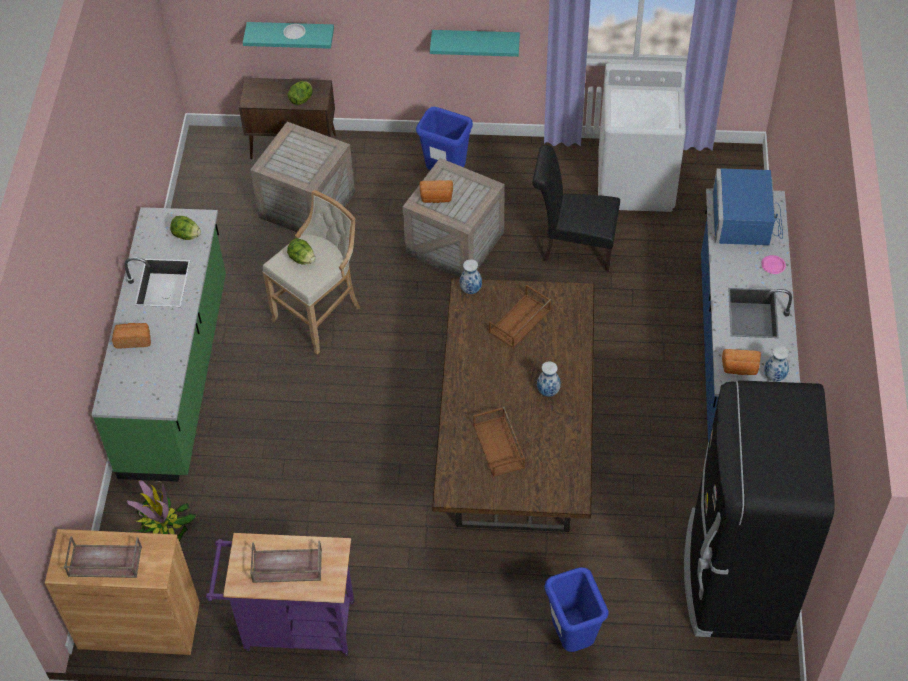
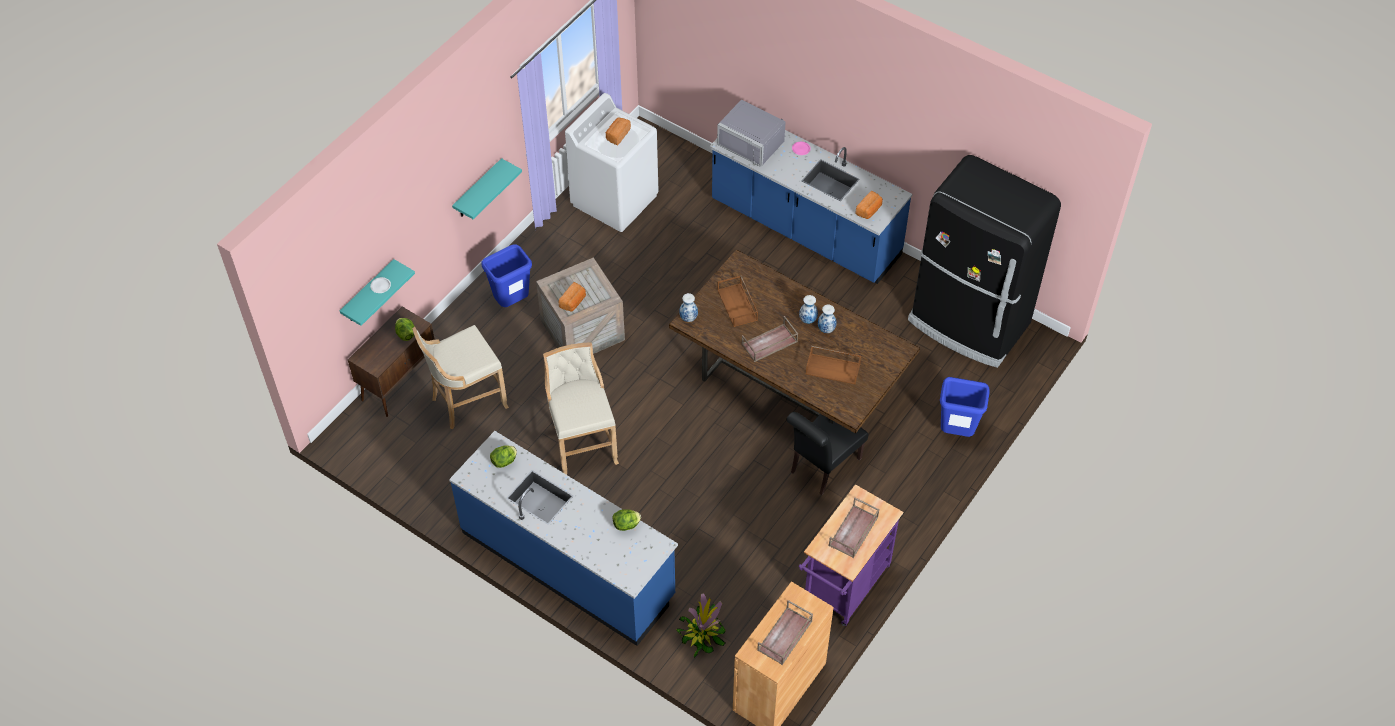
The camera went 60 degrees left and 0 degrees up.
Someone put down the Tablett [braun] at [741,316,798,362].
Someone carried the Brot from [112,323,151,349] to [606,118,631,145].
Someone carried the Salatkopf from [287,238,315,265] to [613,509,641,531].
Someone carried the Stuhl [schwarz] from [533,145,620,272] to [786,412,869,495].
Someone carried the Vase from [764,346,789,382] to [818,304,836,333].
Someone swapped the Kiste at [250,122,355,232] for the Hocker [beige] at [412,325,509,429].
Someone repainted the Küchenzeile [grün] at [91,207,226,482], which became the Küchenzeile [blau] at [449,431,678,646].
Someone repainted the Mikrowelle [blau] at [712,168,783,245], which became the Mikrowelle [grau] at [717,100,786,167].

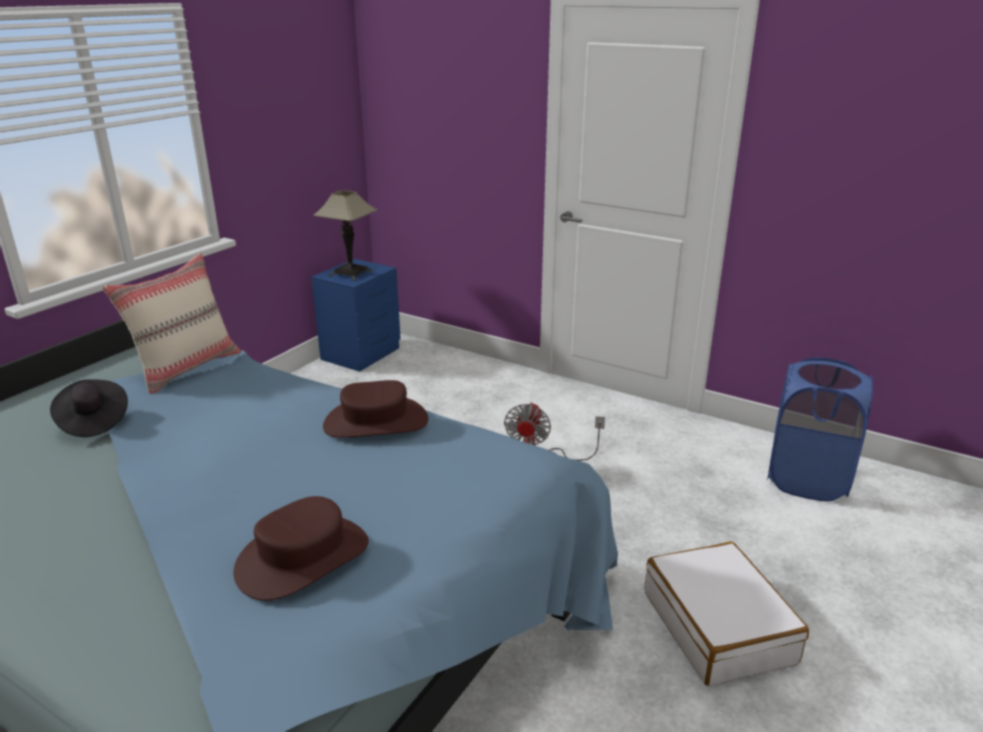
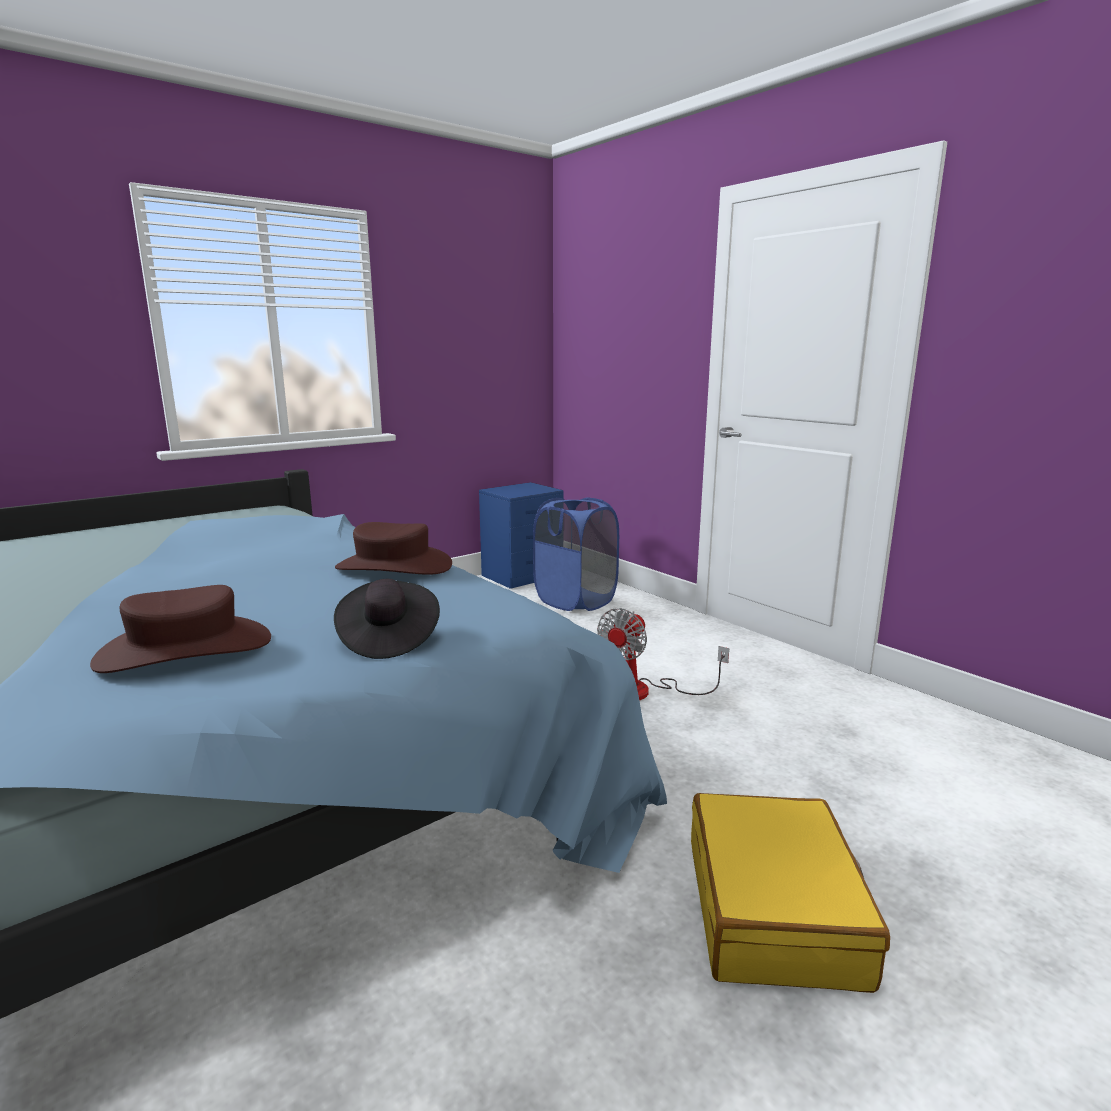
The camera went 20 degrees right and 10 degrees down.
Someone took away the Kissen [beige] at [102,253,241,394].
Someone took away the Tischlampe at [313,190,377,281].
Someone carried the Hut [schwarz] from [50,379,128,437] to [334,579,440,659].
Someone carried the Wäschekorb [blau] from [767,357,873,502] to [533,497,619,611].
Someone repainted the Koffer [weiß] at [645,542,809,686], which became the Koffer [gelb] at [691,793,890,993].

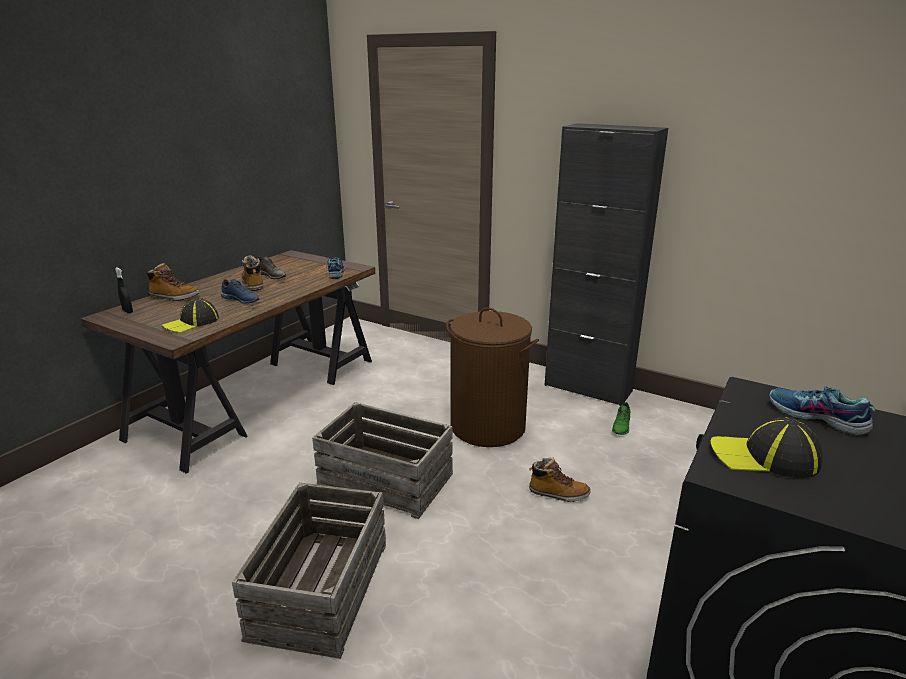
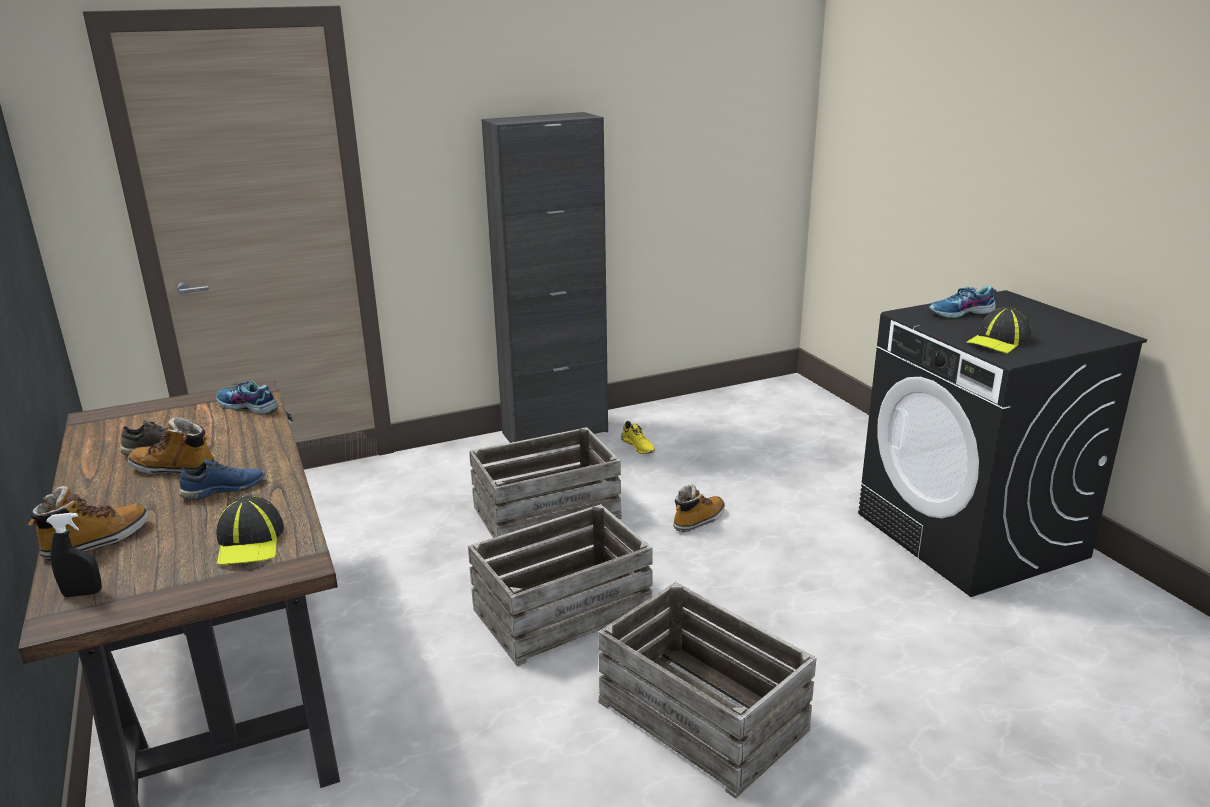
The camera went 55 degrees left and 0 degrees up.
Someone swapped the Wäschekorb [braun] at [446,308,539,447] for the Kiste at [469,427,622,538].
Someone repainted the Schuh [grün] at [612,402,631,435], which became the Schuh [gelb] at [621,421,655,454].

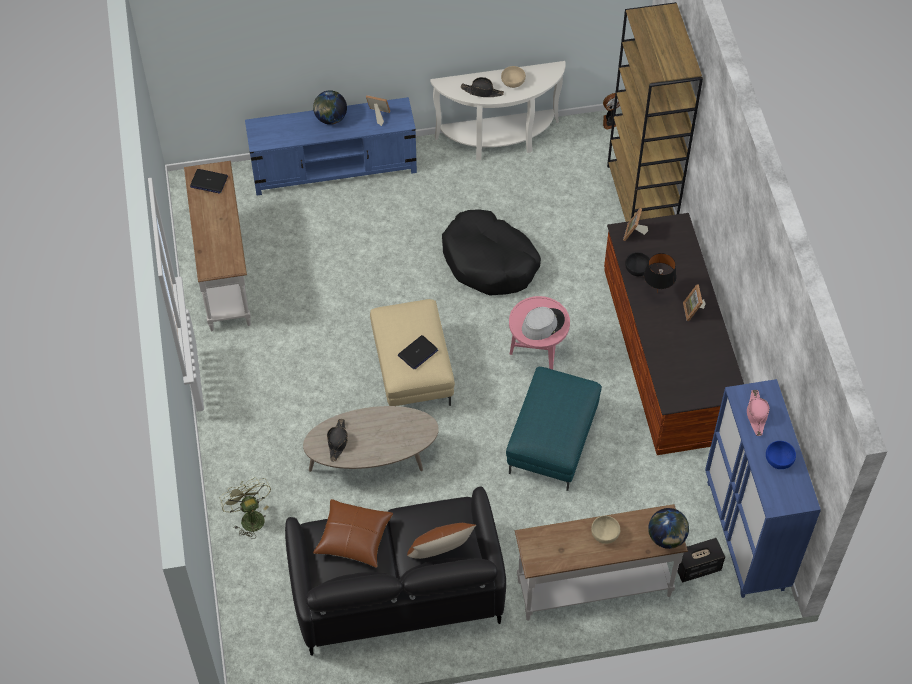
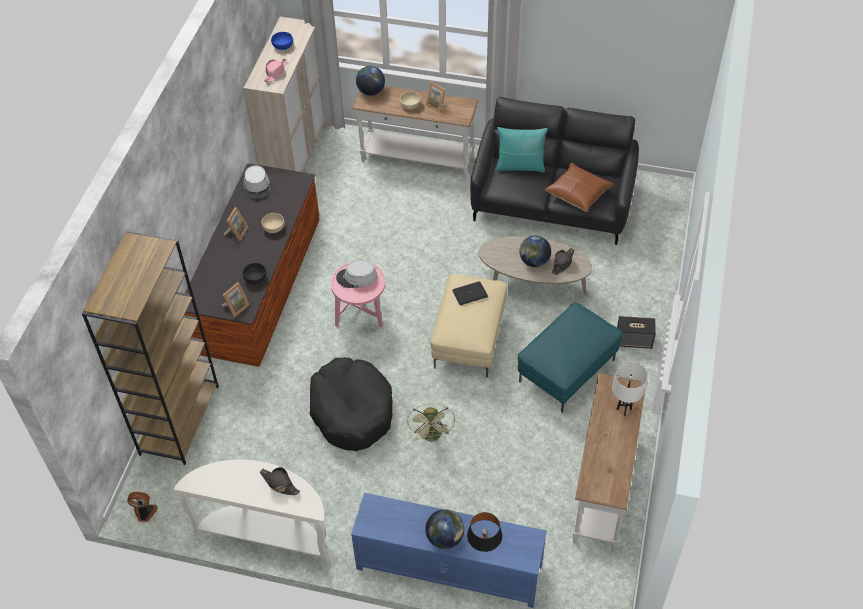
The camera went 155 degrees left and 5 degrees down.
Someone took away the Laptop at [190,169,228,194].
Someone put down the Hut [grau] at [244,166,270,199].
Someone put down the Globus at [520,236,551,267].
Someone put down the Tischlampe [weiß] at [612,362,648,416].
Someone carried the Ventilator [grün] from [220,477,271,539] to [407,403,455,443].
Someone carried the Bilderrahmen from [366,95,390,126] to [426,82,446,113].
Someone carried the Schüssel [beige] from [501,66,526,88] to [261,213,285,233].
Someone carried the Polsterhocker [türkis] from [506,367,602,491] to [518,302,623,413].
Someone carried the Tischlampe [schwarz] from [644,253,677,293] to [467,512,502,552].
Someone carried the Lautsprecher from [677,538,725,582] to [617,316,656,349].
Someone repainted the Kissen [braun] at [407,523,476,559], which became the Kissen [türkis] at [495,127,548,172].
Someone repainted the Schrank [blau] at [705,379,821,598], which became the Schrank [beige] at [244,17,326,172].

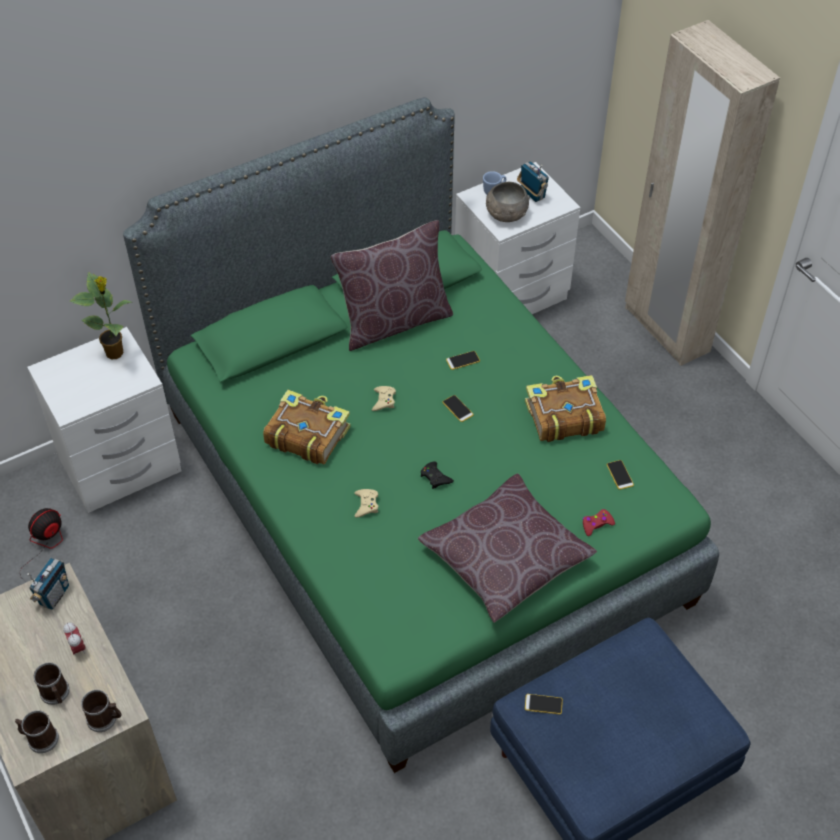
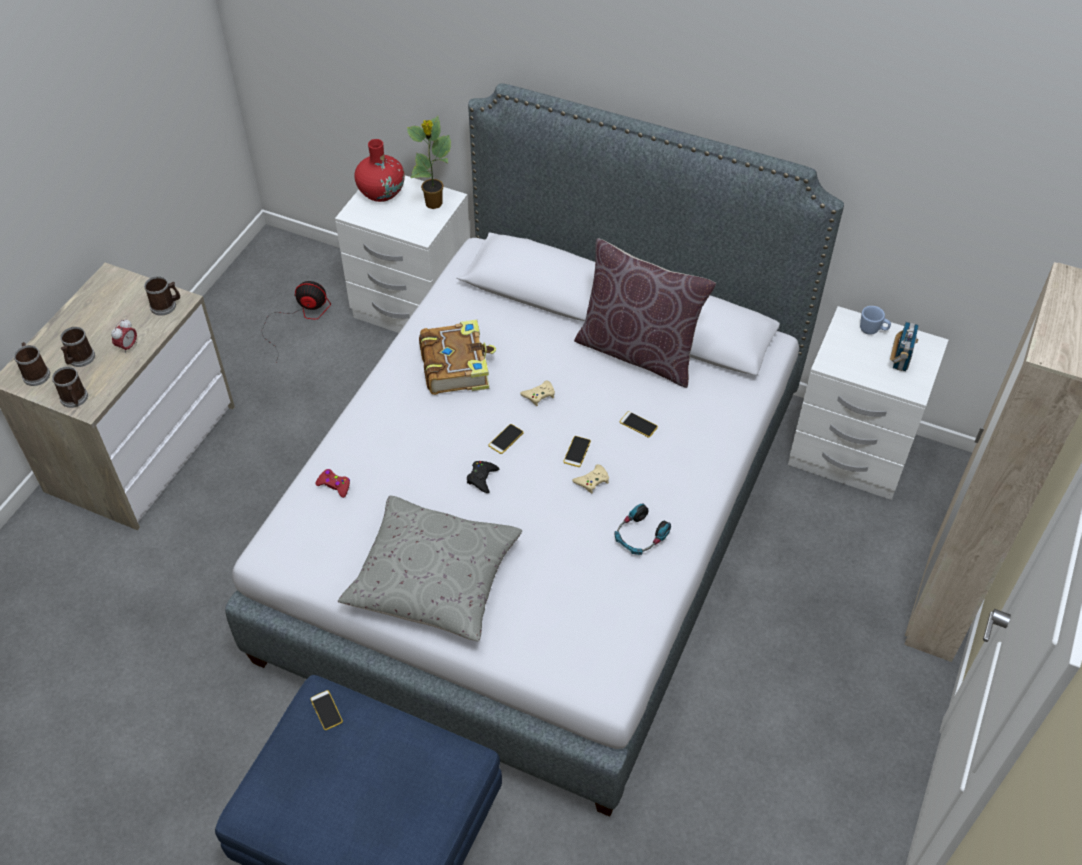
The camera went 55 degrees right and 0 degrees up.
Someone took away the Schüssel [grau] at [486,182,530,222].
Someone put down the Vase [rot] at [355,139,405,202].
Someone carried the Gamepad [beige] from [354,489,378,518] to [572,464,609,494].
Someone carried the Gamepad [rot] from [583,509,615,536] to [316,469,350,498].
Someone carried the Handy from [606,460,634,490] to [489,424,524,454].
Someone swapped the Radio at [27,558,69,610] for the Henkelbecher at [144,276,180,316].
Someone swapped the Buch at [525,375,606,442] for the Kopfhörer at [614,503,671,555].
Someone repainted the Bett [grün] at [123,97,719,773], which became the Bett [grau] at [225,83,844,817].
Someone repainted the Kissen [braun] at [418,474,597,623], which became the Kissen [grau] at [338,496,522,641].

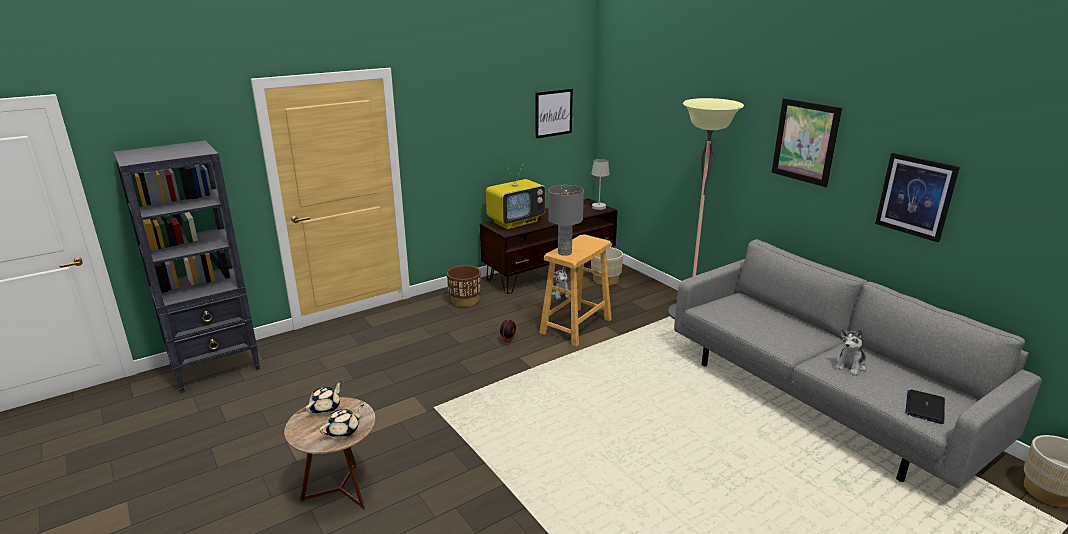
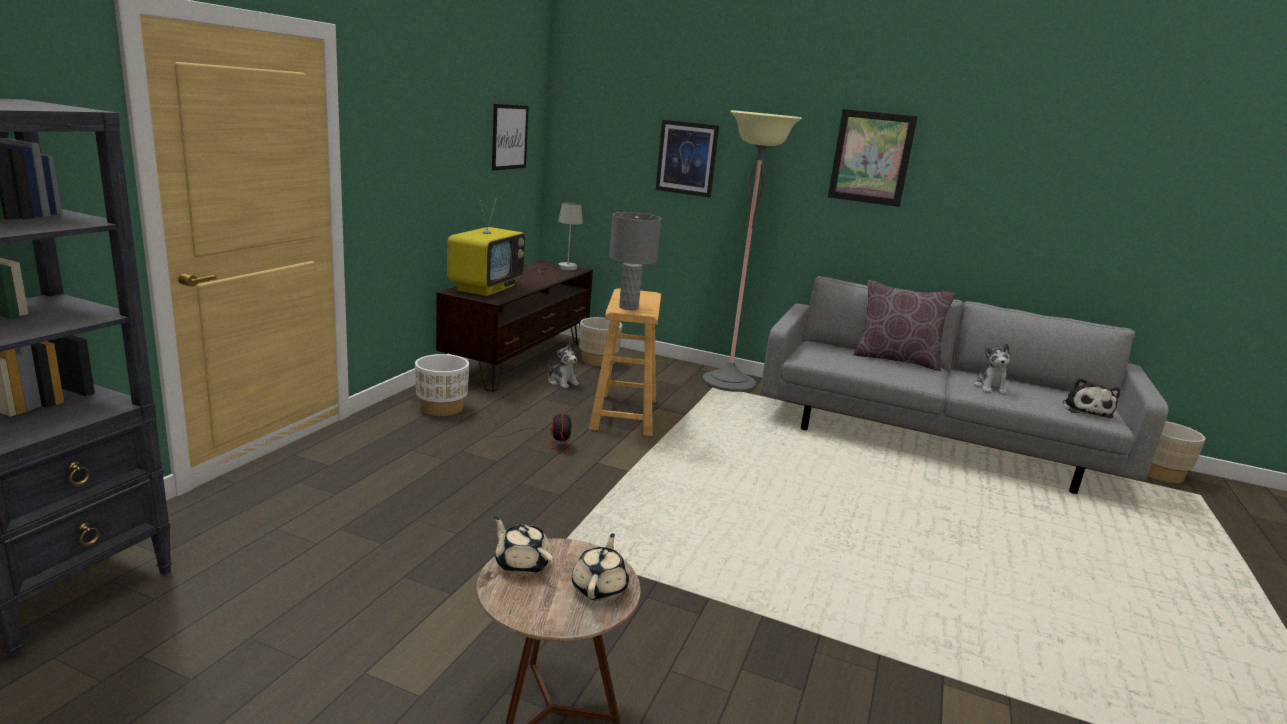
The camera went 35 degrees left and 5 degrees down.
Someone put down the Kissen [braun] at [853,280,956,371].
Someone carried the Bild from [875,153,960,242] to [655,119,719,198].
Someone swapped the Laptop at [905,389,945,424] for the Plüschtier at [1063,378,1120,418].
Someone repainted the Pflanzkübel [braun] at [447,265,481,307], which became the Pflanzkübel [weiß] at [415,354,469,416].
Someone rotated the Teekanne [beige] at [306,381,342,415] by 45 degrees counterclockwise.

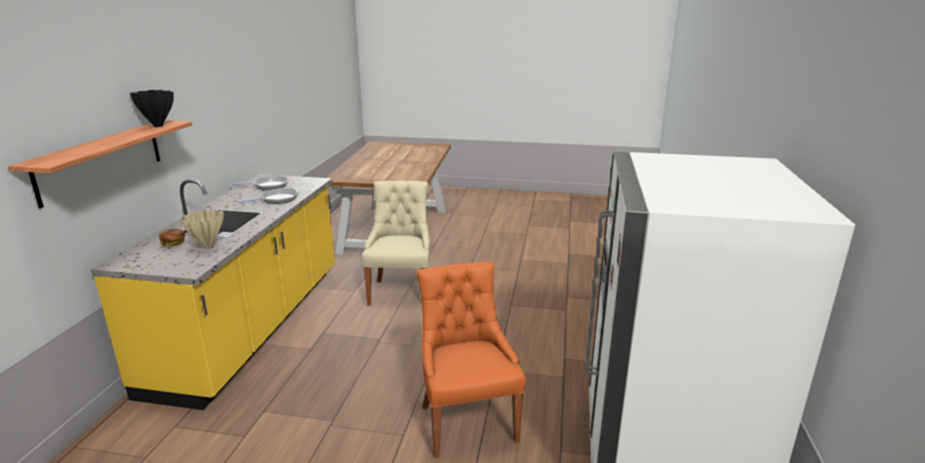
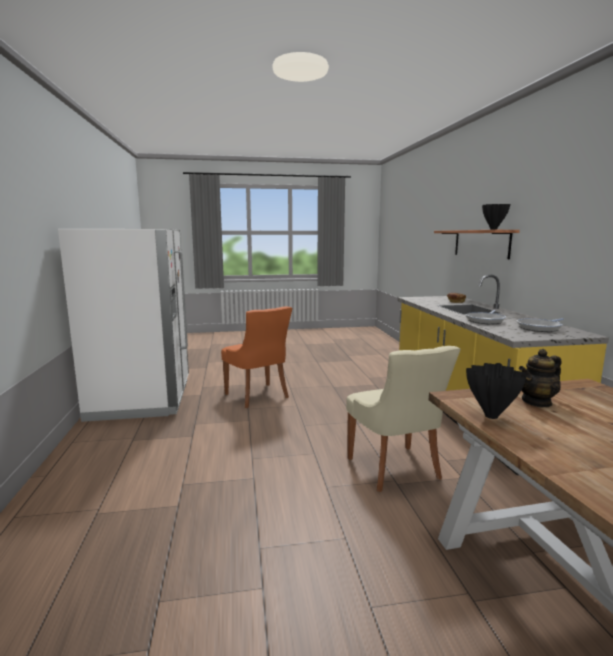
The camera went 160 degrees right and 10 degrees down.
Someone took away the Vase [beige] at [181,210,224,249].
Someone put down the Vase [schwarz] at [466,363,526,419].
Someone put down the Teekanne at [519,349,562,407].

